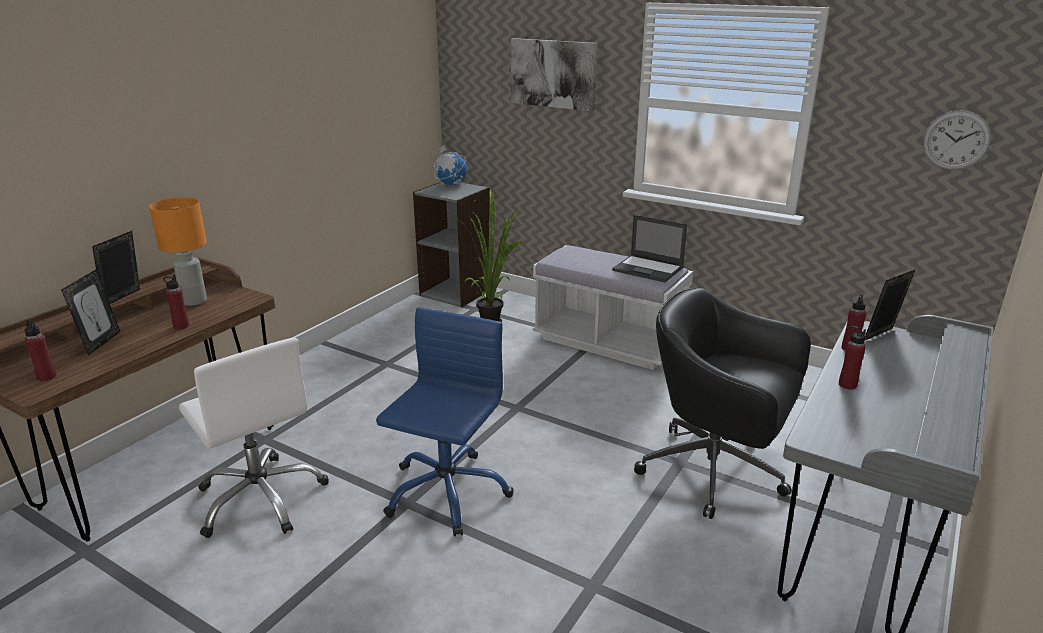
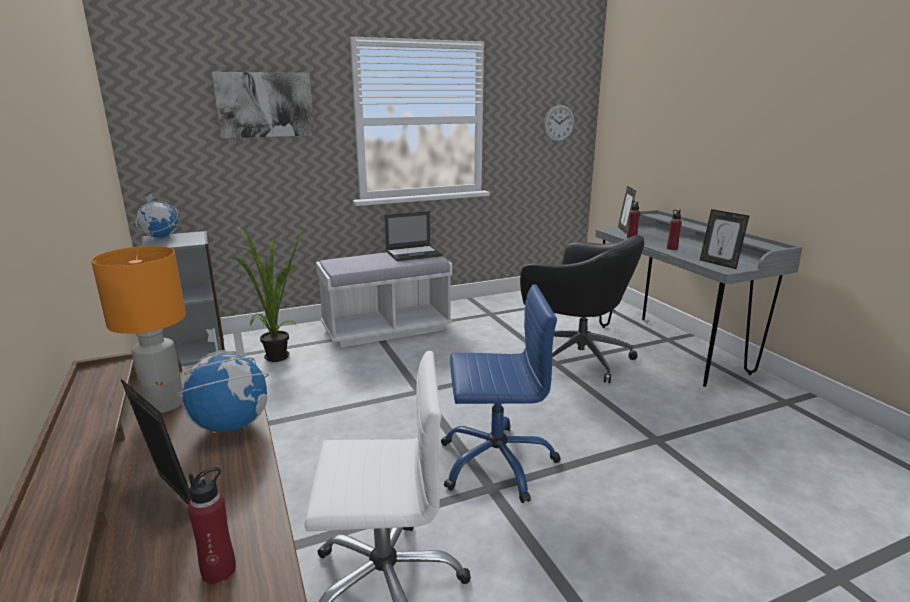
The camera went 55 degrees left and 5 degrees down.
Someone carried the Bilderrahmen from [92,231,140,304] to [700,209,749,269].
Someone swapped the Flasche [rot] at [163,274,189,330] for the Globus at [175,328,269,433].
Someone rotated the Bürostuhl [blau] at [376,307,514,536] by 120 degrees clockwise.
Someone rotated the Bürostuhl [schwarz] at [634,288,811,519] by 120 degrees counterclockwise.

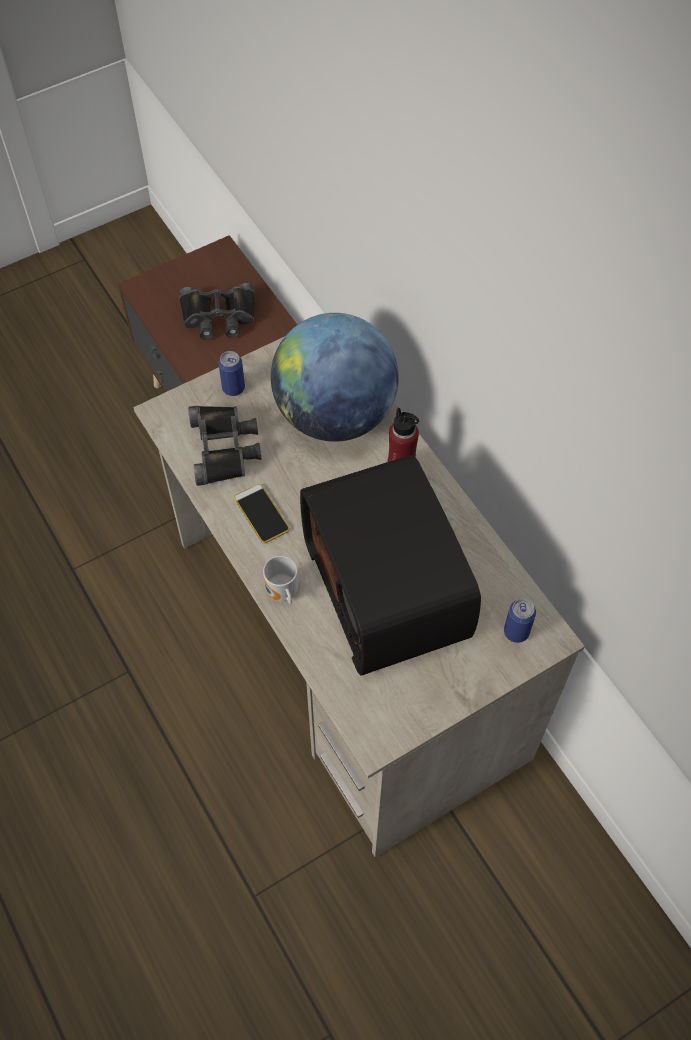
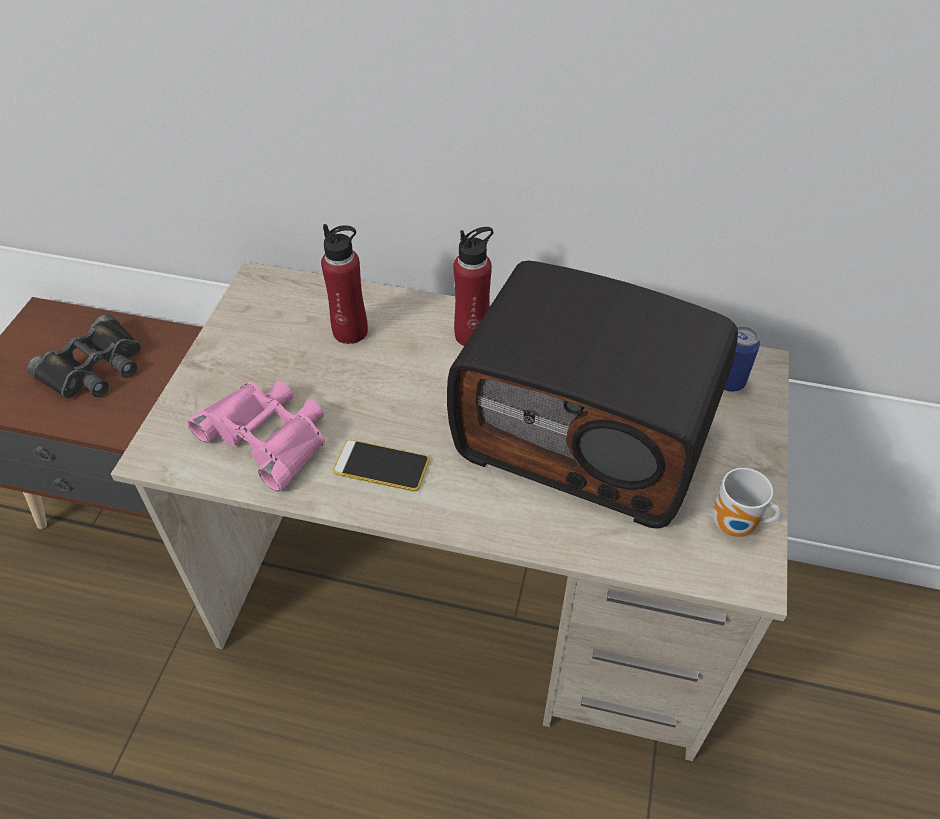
The camera went 45 degrees left and 10 degrees down.
Someone took away the Dose at [218,351,245,396].
Someone carried the Henkelbecher from [263,556,298,604] to [713,468,781,537].
Someone swapped the Globus at [271,313,399,442] for the Flasche [rot] at [321,224,368,344].
Someone repainted the Fernglas [schwarz] at [188,406,261,486], which became the Fernglas [rosa] at [188,381,325,492].

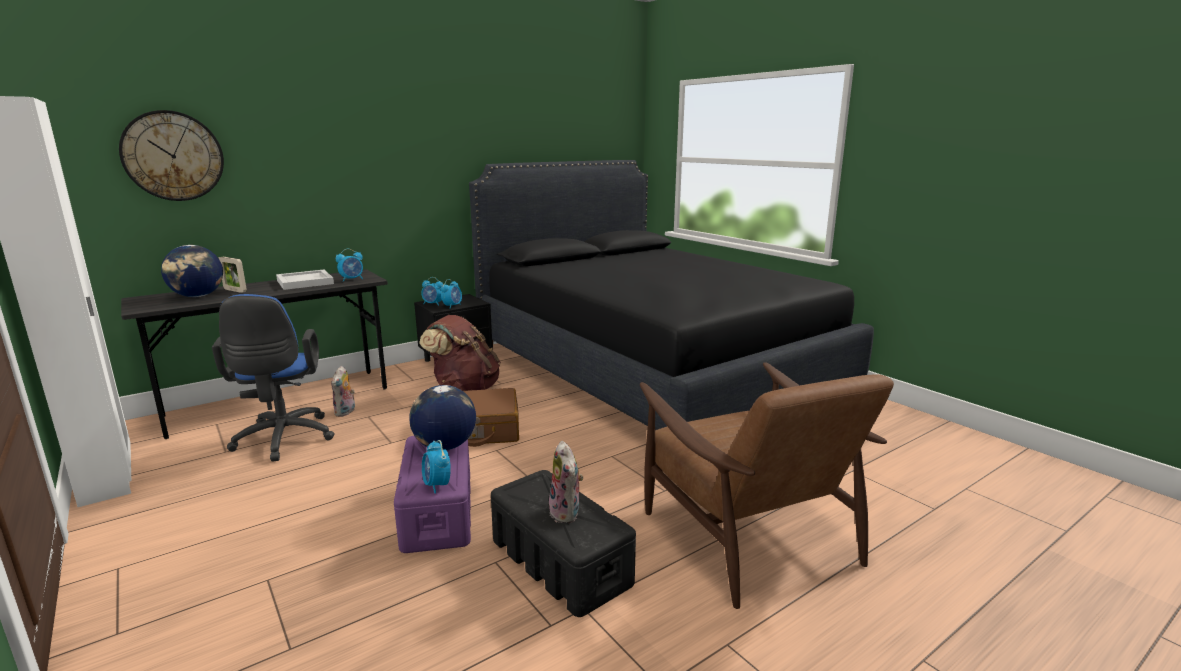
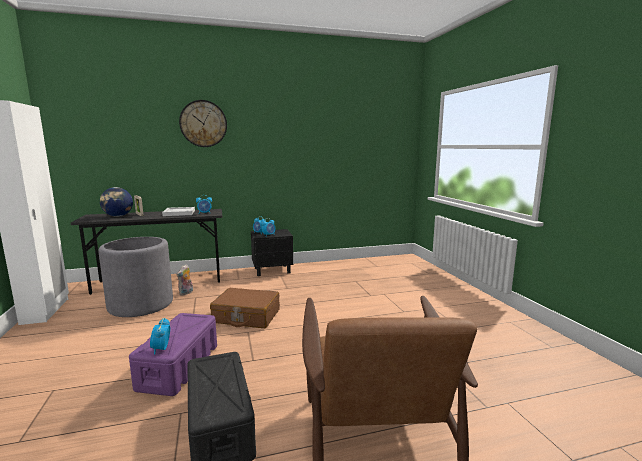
The camera went 20 degrees right and 5 degrees down.
Someone took away the Globus at [409,385,476,450].
Someone took away the Rucksack [braun] at [419,315,501,391].
Someone took away the Bett [schwarz] at [469,160,874,430].
Someone took away the Plüschtier at [549,441,583,523].
Someone carried the Wanduhr from [119,110,224,201] to [179,100,227,147].
Someone swapped the Bürostuhl [blau] at [212,294,335,461] for the Pflanzkübel [grau] at [98,237,173,317].

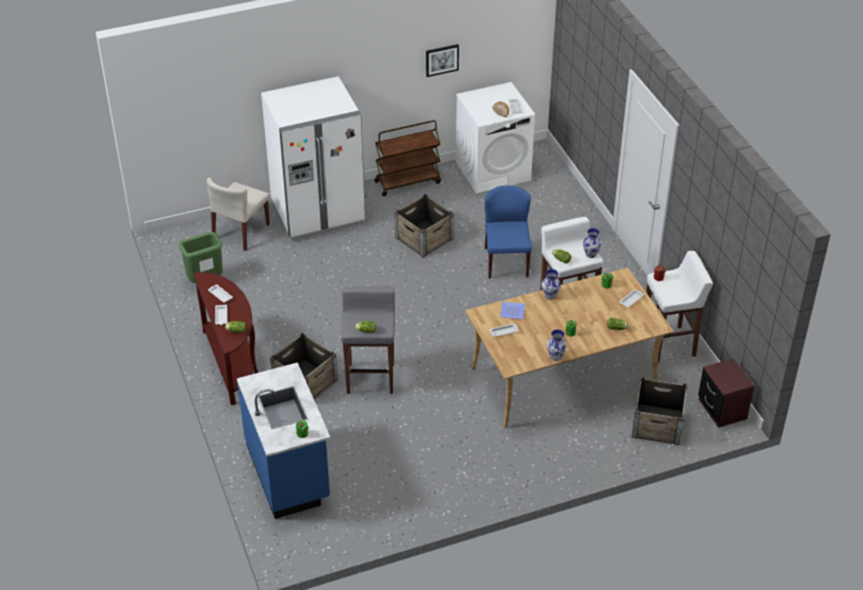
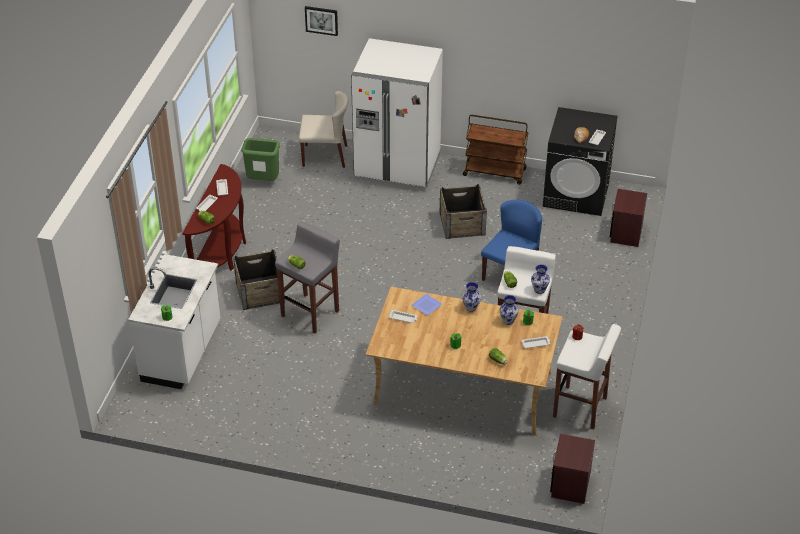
The camera went 35 degrees right and 0 degrees up.
Someone took away the Kiste at [631,377,688,445].
Someone put down the Nachttisch [braun] at [610,189,647,247].
Someone carried the Bild from [426,44,459,77] to [305,6,338,36].
Someone carried the Vase from [547,330,567,361] to [500,295,519,325].
Someone repainted the Küchenzeile [blau] at [237,362,331,519], which became the Küchenzeile [weiß] at [128,254,220,389].
Someone repainted the Waschmaschine [weiß] at [456,82,535,194], which became the Waschmaschine [schwarz] at [543,107,618,216].
Someone rotated the Stuhl [beige] at [207,177,270,251] by 150 degrees counterclockwise.

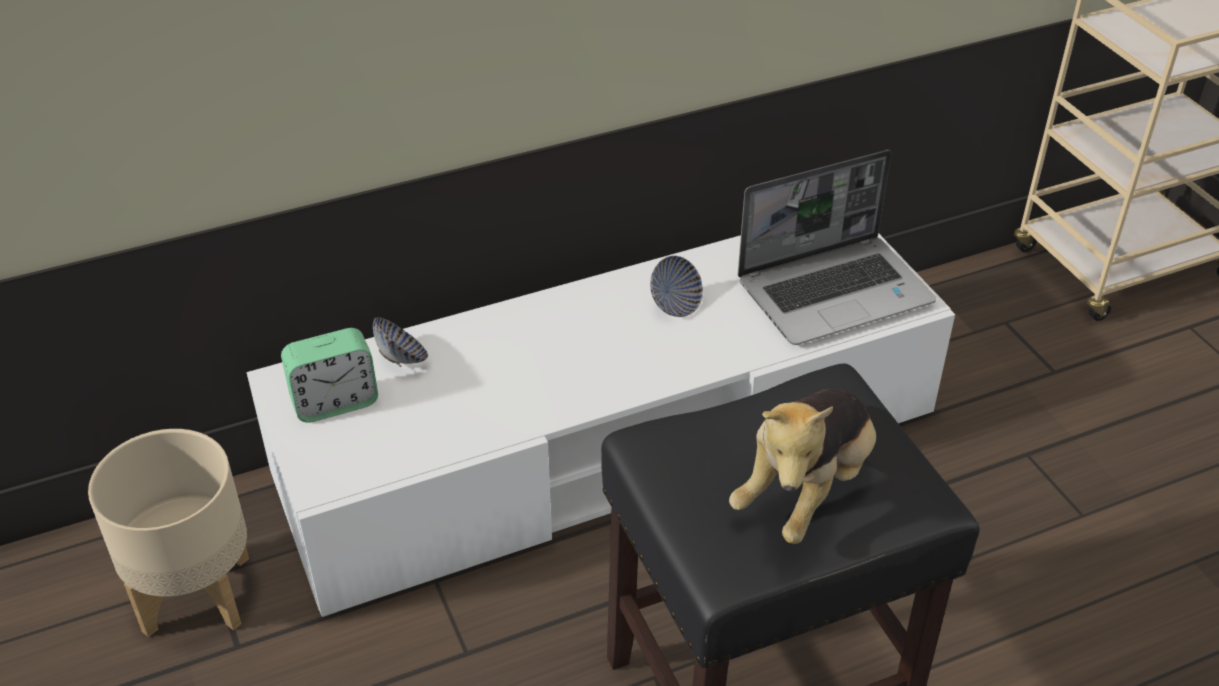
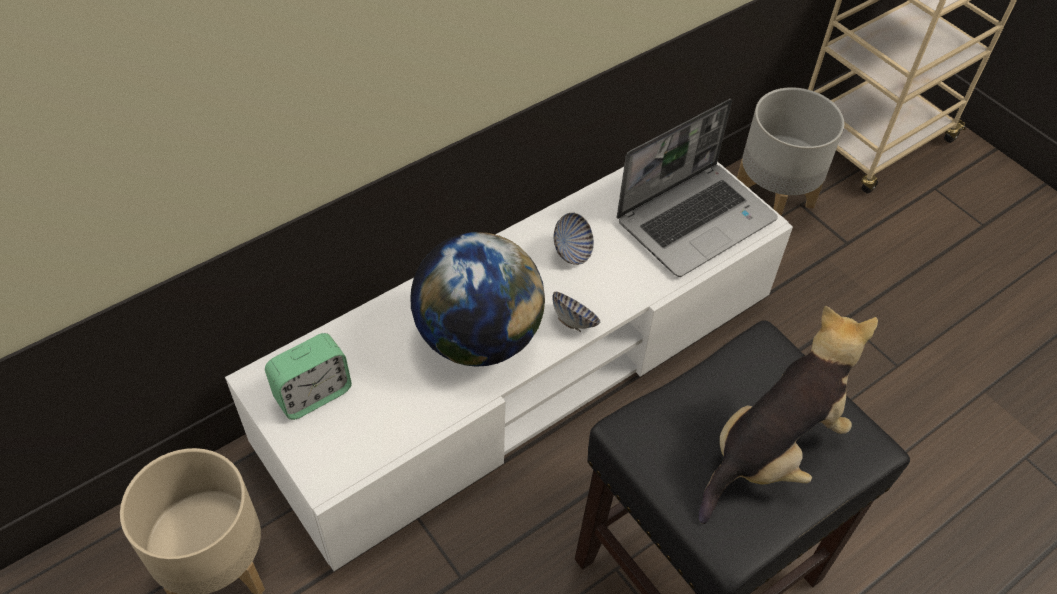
The camera went 15 degrees left and 10 degrees up.
Someone put down the Globus at [411,232,545,367].
Someone put down the Pflanzkübel [grau] at [737,87,844,216].
Someone carried the Schüssel from [373,317,428,367] to [552,292,600,332].
Someone rotated the Plüschtier at [729,388,876,544] by 150 degrees counterclockwise.

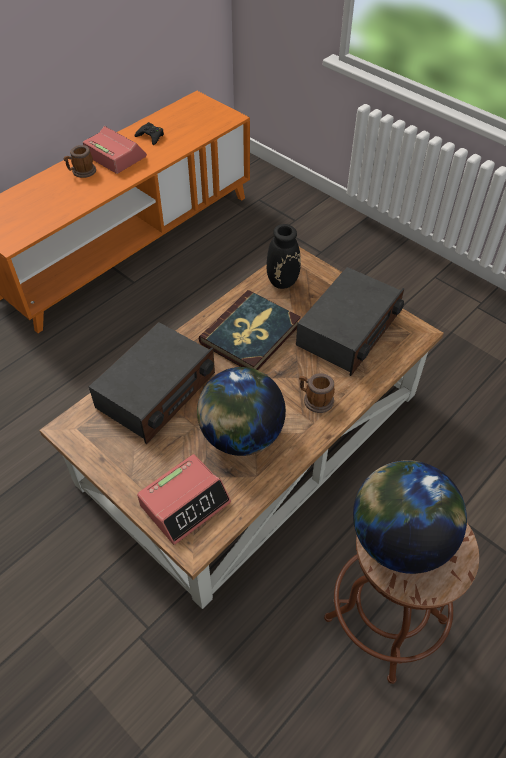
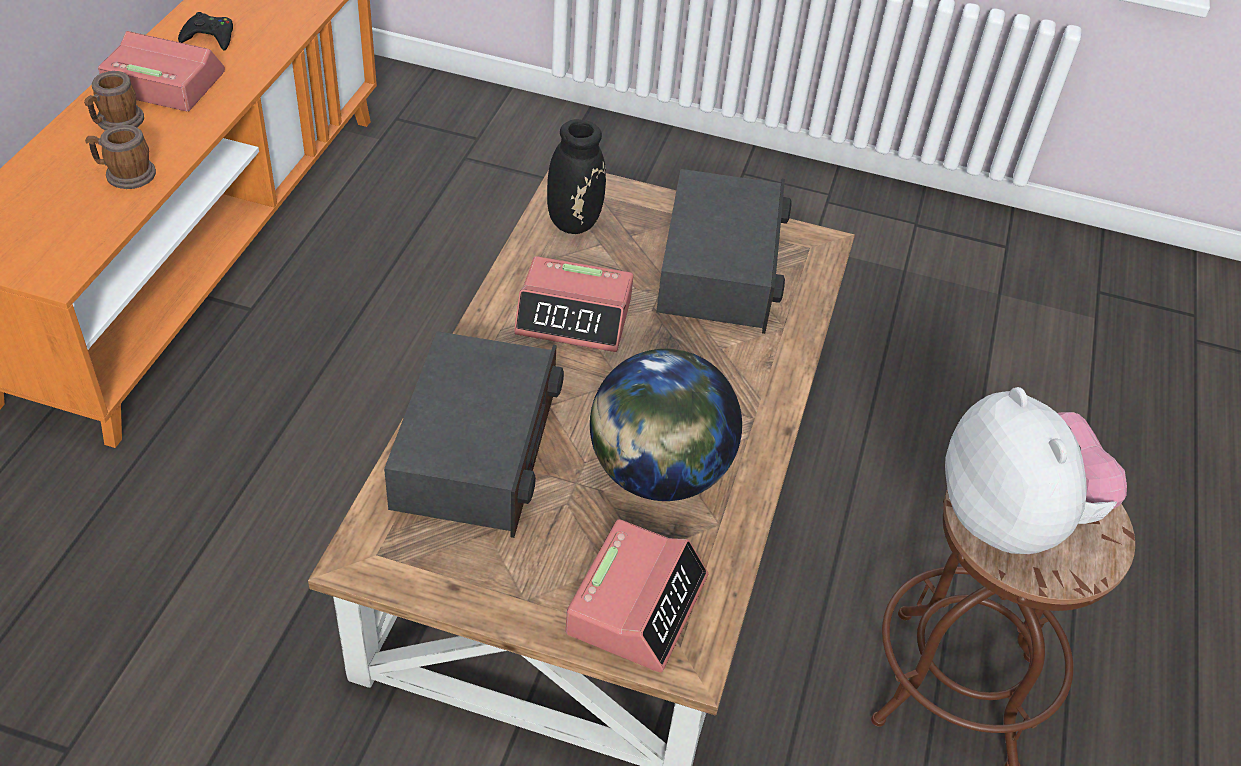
The camera went 30 degrees left and 5 degrees down.
Someone carried the Henkelbecher from [299,373,335,413] to [85,125,156,189].
Someone swapped the Buch at [199,290,301,370] for the Wecker at [514,256,633,352].
Someone swapped the Globus at [353,460,467,574] for the Plüschtier at [945,387,1127,554].

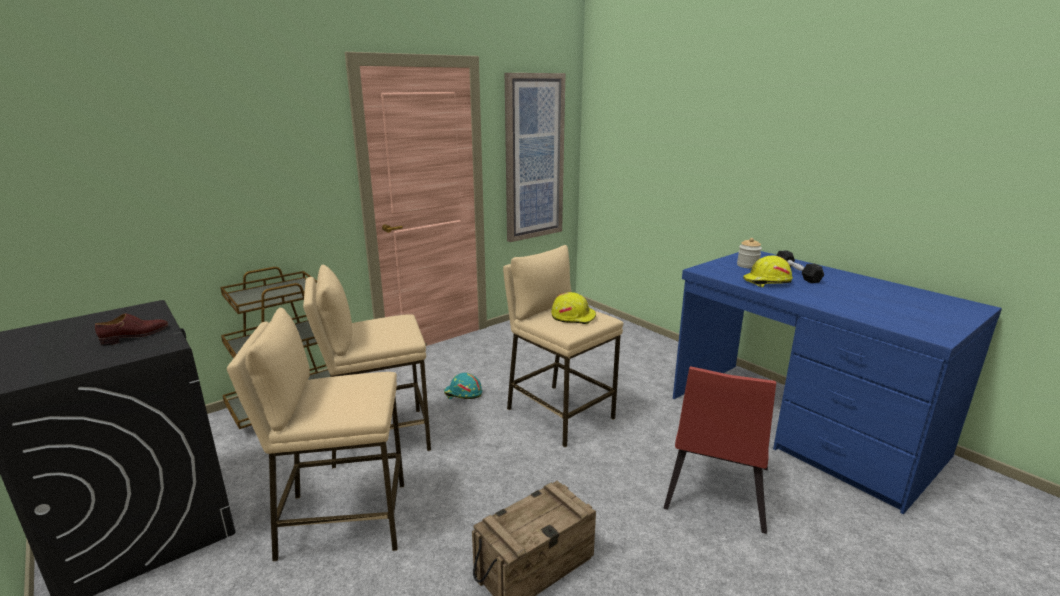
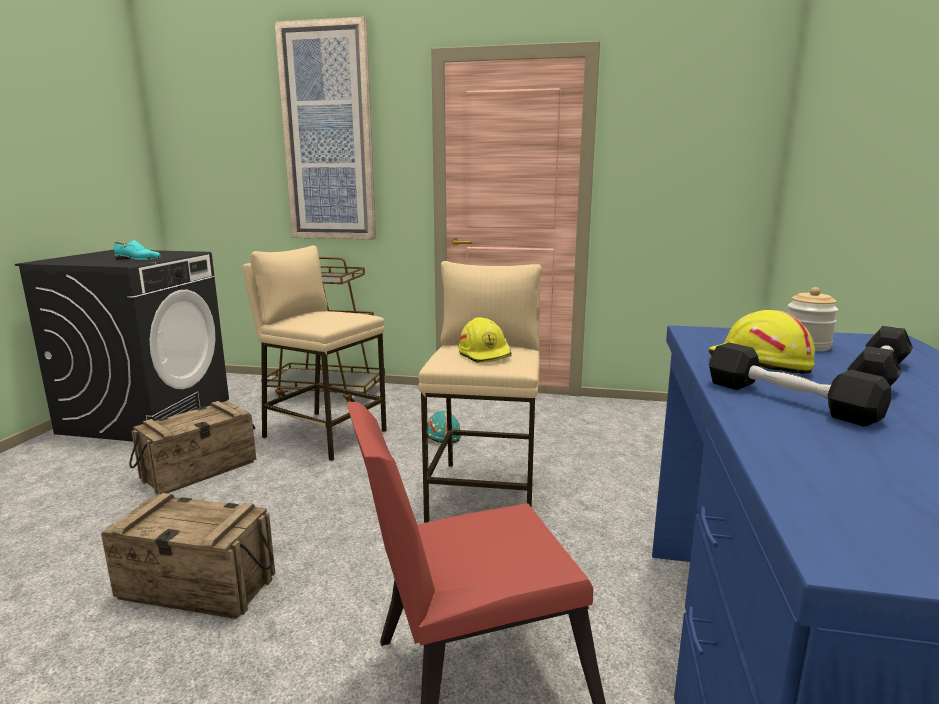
The camera went 50 degrees right and 5 degrees down.
Someone put down the Hantel [schwarz] at [709,342,891,426].
Someone carried the Bild from [505,73,566,242] to [275,17,376,239].
Someone swapped the Hocker [beige] at [227,308,404,561] for the Kiste at [129,401,256,495].
Someone repainted the Schuh [braun] at [95,313,168,346], which became the Schuh [türkis] at [114,240,161,260].

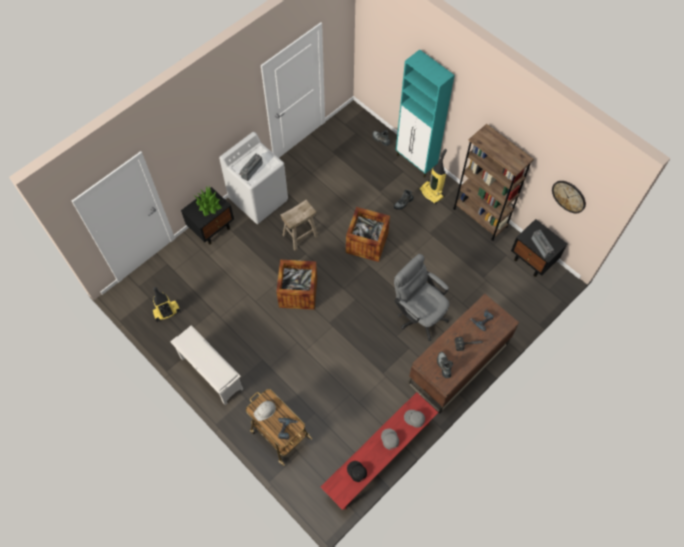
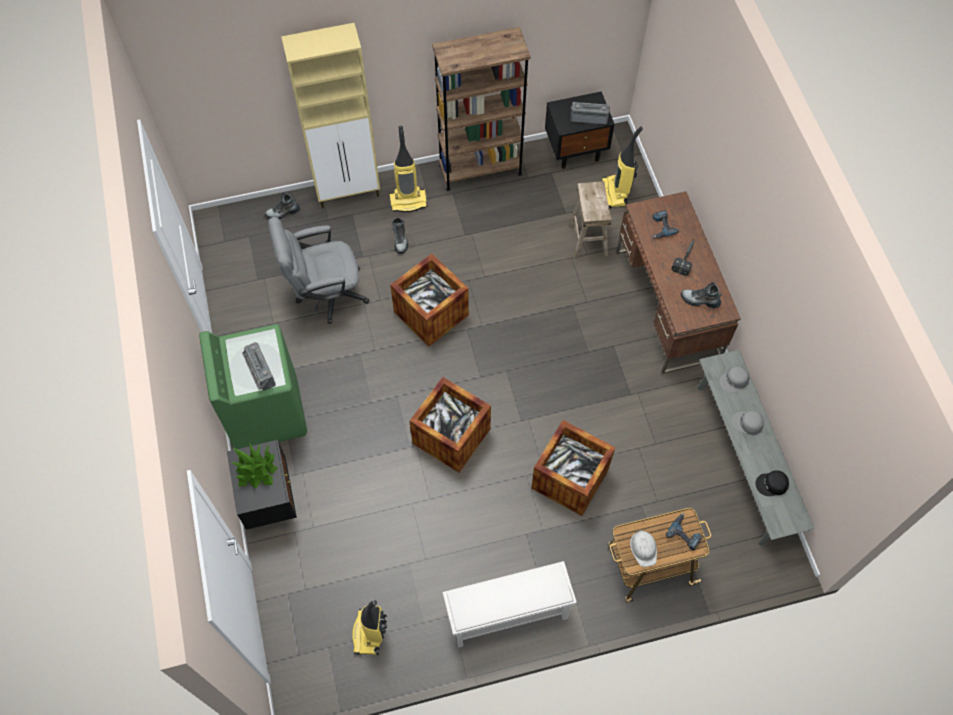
The camera went 60 degrees left and 0 degrees up.
Someone took away the Wanduhr at [552,181,586,213].
Someone put down the Kiste at [531,420,615,516].
Someone put down the Staubsauger at [602,126,643,209].
Someone carried the Hocker [beige] from [280,200,319,251] to [569,181,612,259].
Someone carried the Bürostuhl [grau] from [394,254,449,341] to [268,217,370,324].
Someone repainted the Waschmaschine [weiß] at [219,132,288,224], which became the Waschmaschine [grün] at [199,324,307,449].
Someone repainted the Bank [rot] at [321,392,439,510], which became the Bank [grau] at [697,350,815,546].
Someone repainted the Schrank [türkis] at [396,49,455,178], which became the Schrank [beige] at [281,23,380,208].

